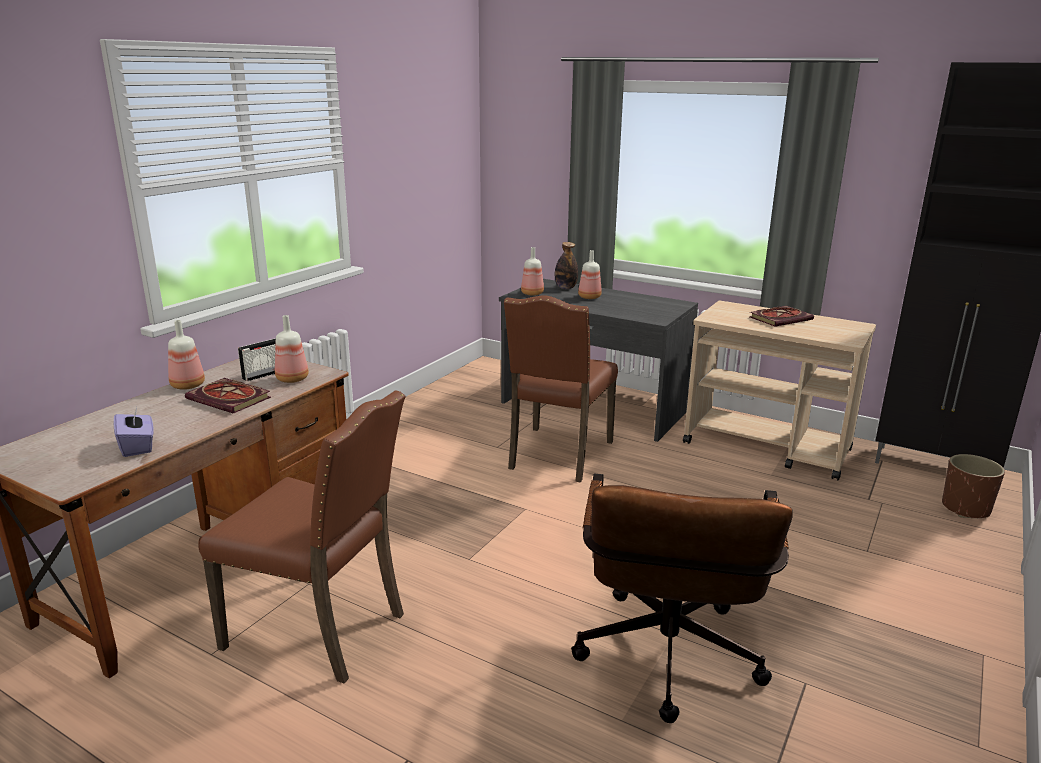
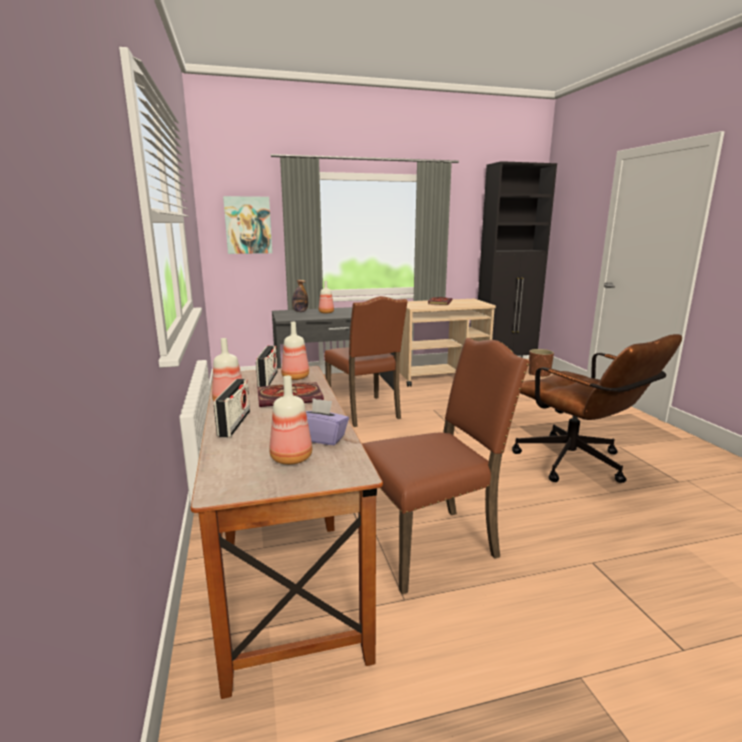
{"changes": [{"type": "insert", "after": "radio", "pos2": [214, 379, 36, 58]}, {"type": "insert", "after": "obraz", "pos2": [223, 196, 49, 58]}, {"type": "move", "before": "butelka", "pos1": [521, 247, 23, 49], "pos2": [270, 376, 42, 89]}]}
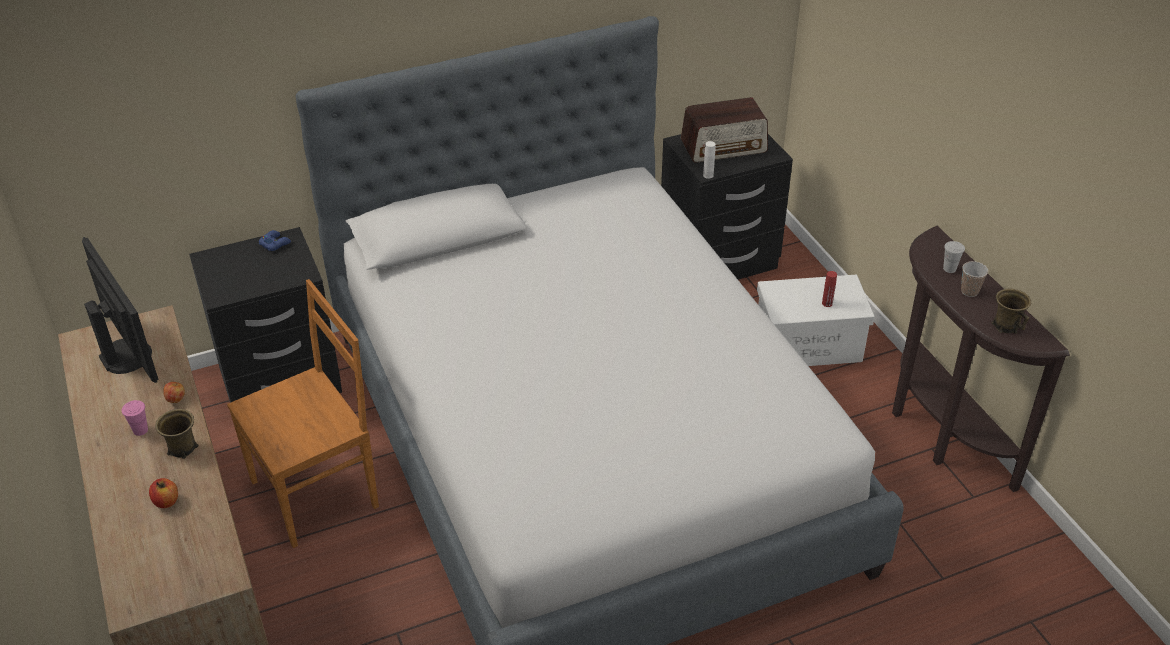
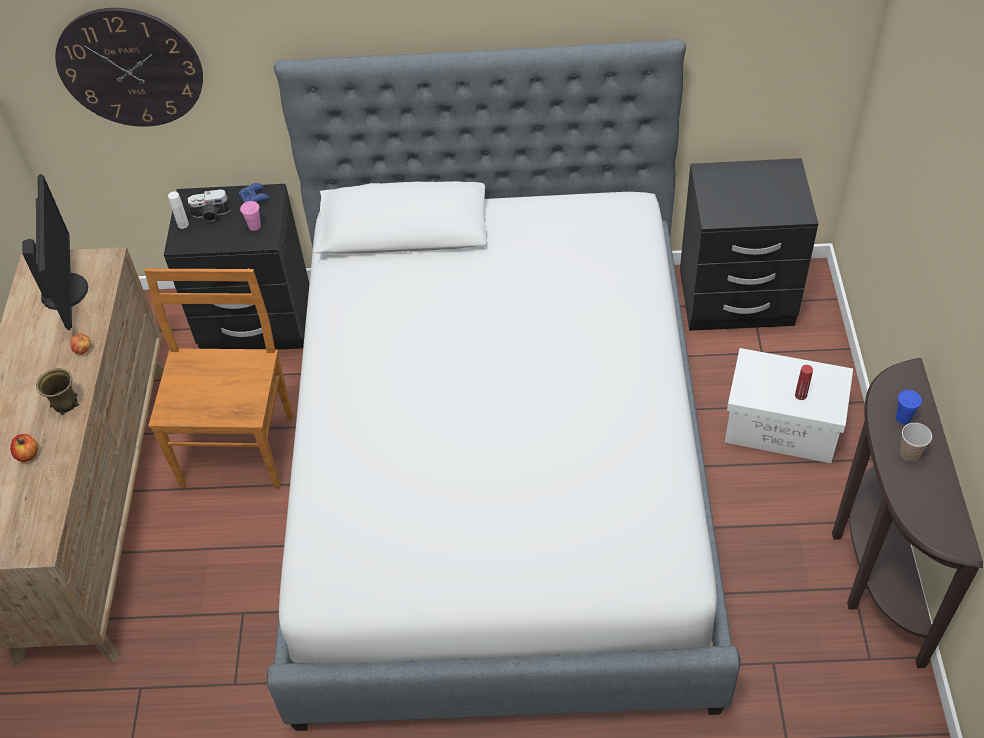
{"changes": [{"type": "delete", "before": "radio", "pos1": [681, 97, 87, 66]}, {"type": "delete", "before": "kubek (brązowy)", "pos1": [992, 289, 39, 45]}, {"type": "insert", "after": "zegar ścienny", "pos2": [55, 8, 148, 119]}, {"type": "insert", "after": "aparat fotograficzny", "pos2": [188, 189, 42, 33]}, {"type": "move", "before": "filiżanka (różowy)", "pos1": [122, 400, 26, 36], "pos2": [240, 201, 21, 30]}, {"type": "move", "before": "butelka (biały)", "pos1": [703, 141, 13, 38], "pos2": [168, 191, 21, 38]}, {"type": "recolor", "before": "filiżanka (biały)", "after": "filiżanka (niebieski)", "pos1": [943, 241, 22, 32], "pos2": [896, 390, 26, 34]}, {"type": "rotate", "before": "krzesło (brązowy)", "pos1": [227, 279, 152, 269], "pos2": [144, 269, 149, 220], "turn": -75}]}
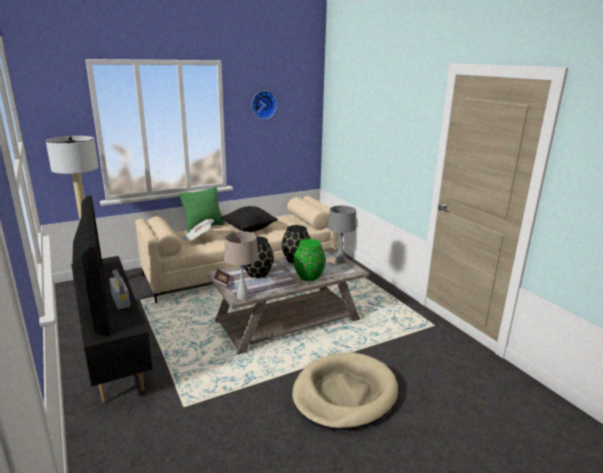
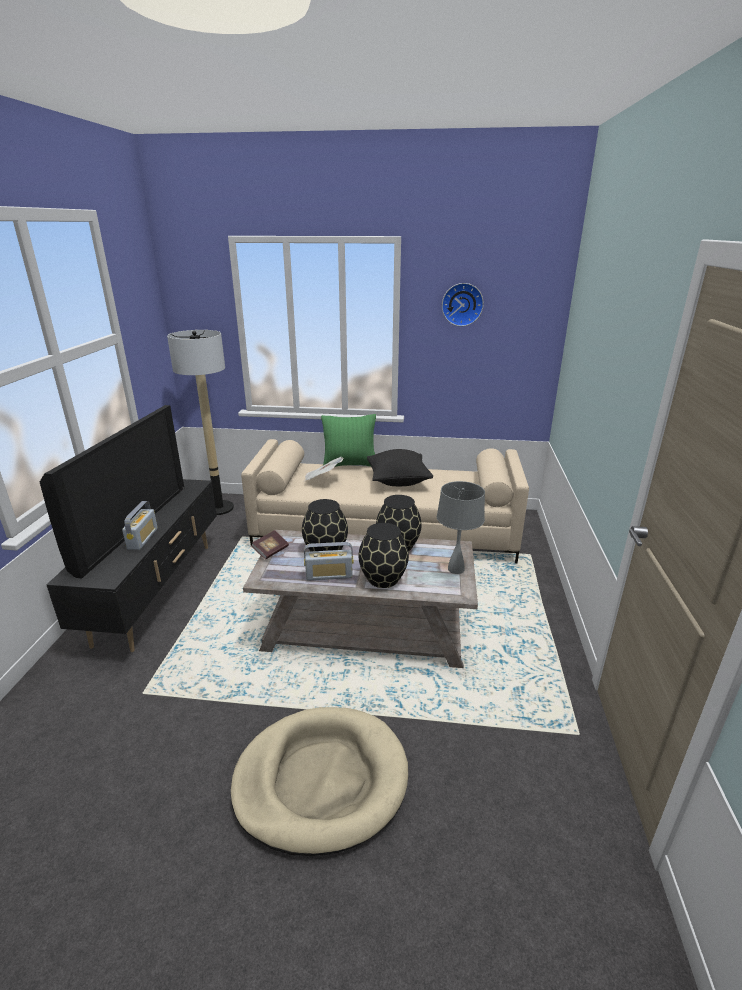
{"changes": [{"type": "delete", "before": "lampa stołowa (beżowy)", "pos1": [224, 231, 35, 69]}, {"type": "insert", "after": "radio", "pos2": [304, 542, 50, 39]}, {"type": "recolor", "before": "wazon (zielony)", "after": "wazon (czarny)", "pos1": [293, 239, 33, 42], "pos2": [358, 523, 51, 65]}]}
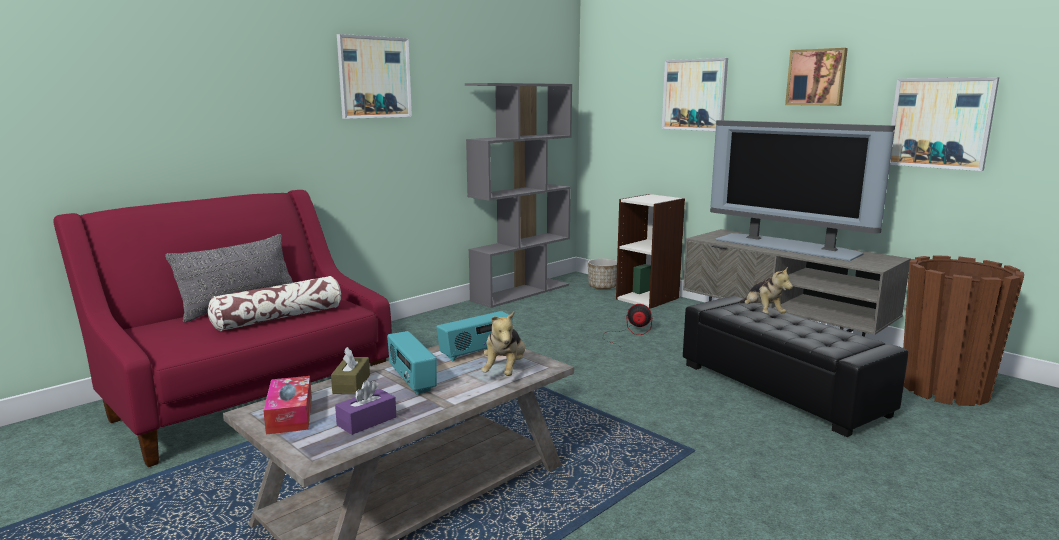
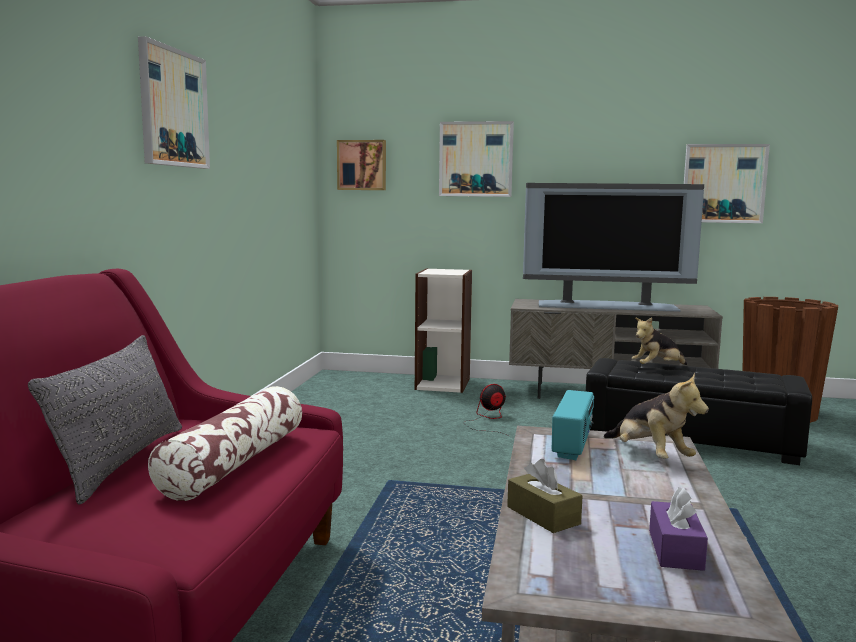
{"changes": [{"type": "delete", "before": "pudełko chusteczek", "pos1": [263, 376, 49, 59]}, {"type": "delete", "before": "radio", "pos1": [387, 331, 50, 64]}, {"type": "delete", "before": "regał (szary)", "pos1": [465, 83, 107, 225]}, {"type": "delete", "before": "donica", "pos1": [588, 258, 29, 32]}, {"type": "move", "before": "obraz", "pos1": [785, 48, 63, 58], "pos2": [337, 140, 49, 50]}, {"type": "rotate", "before": "pluszak", "pos1": [740, 266, 53, 48], "pos2": [632, 317, 55, 48], "turn": 120}]}
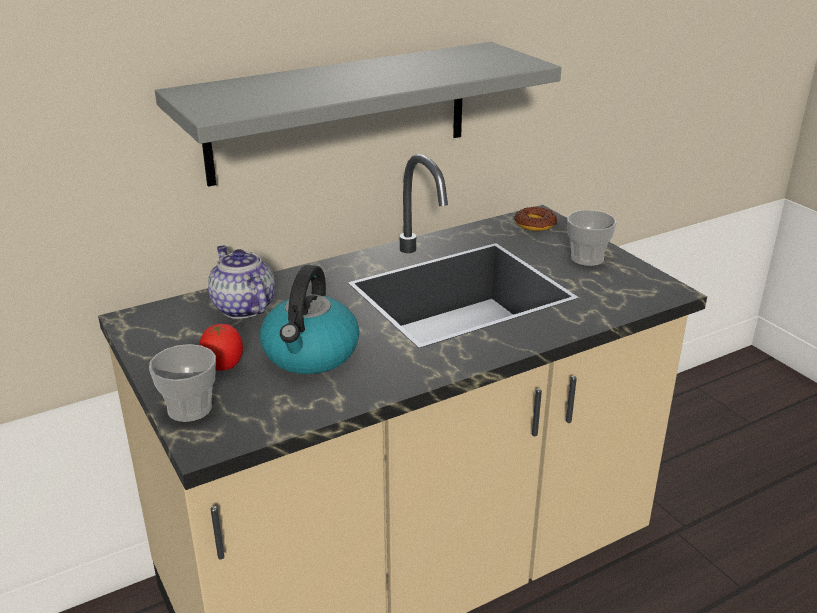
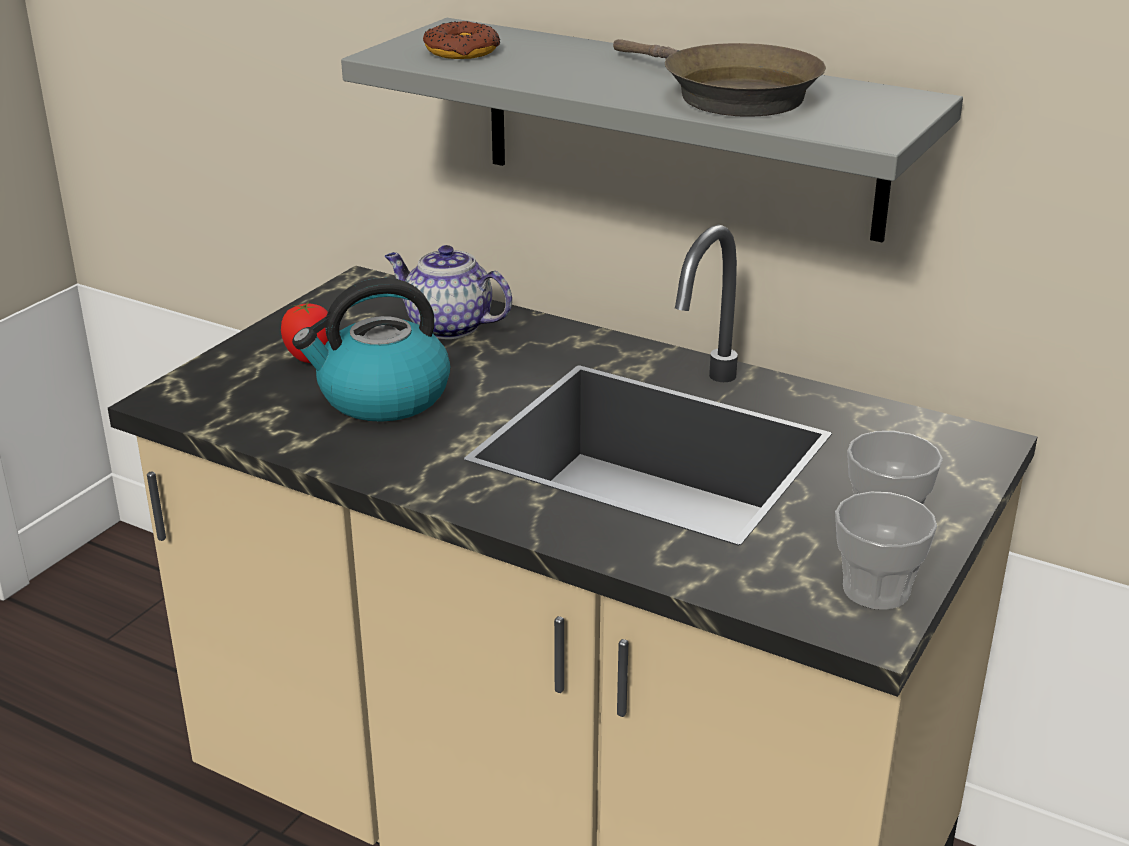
{"changes": [{"type": "insert", "after": "patelnia (brązowy)", "pos2": [613, 39, 213, 78]}, {"type": "move", "before": "filiżanka", "pos1": [149, 344, 67, 78], "pos2": [835, 492, 102, 117]}, {"type": "move", "before": "donut", "pos1": [514, 207, 43, 24], "pos2": [423, 21, 77, 38]}, {"type": "rotate", "before": "imbryk", "pos1": [208, 245, 68, 74], "pos2": [385, 245, 127, 94], "turn": -90}]}
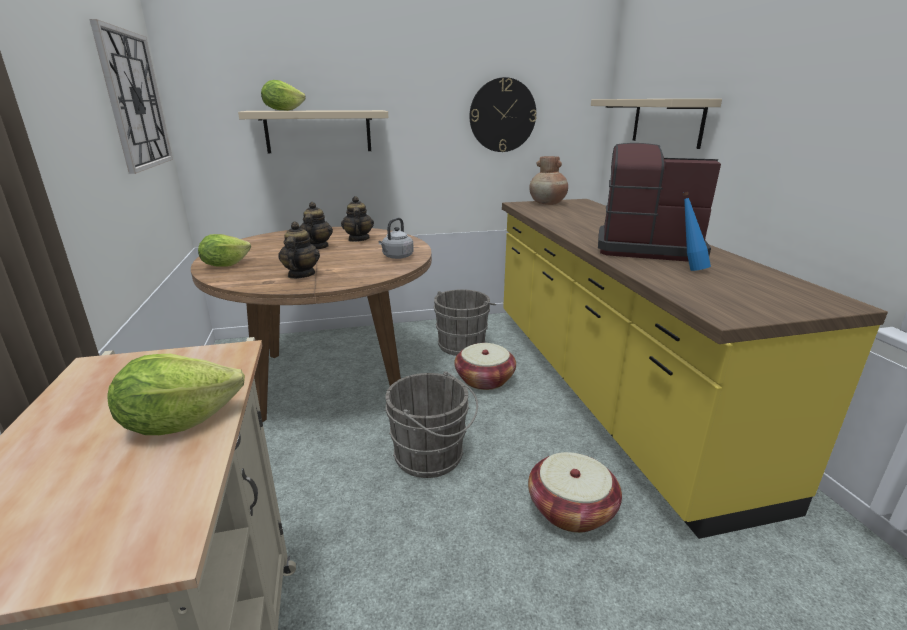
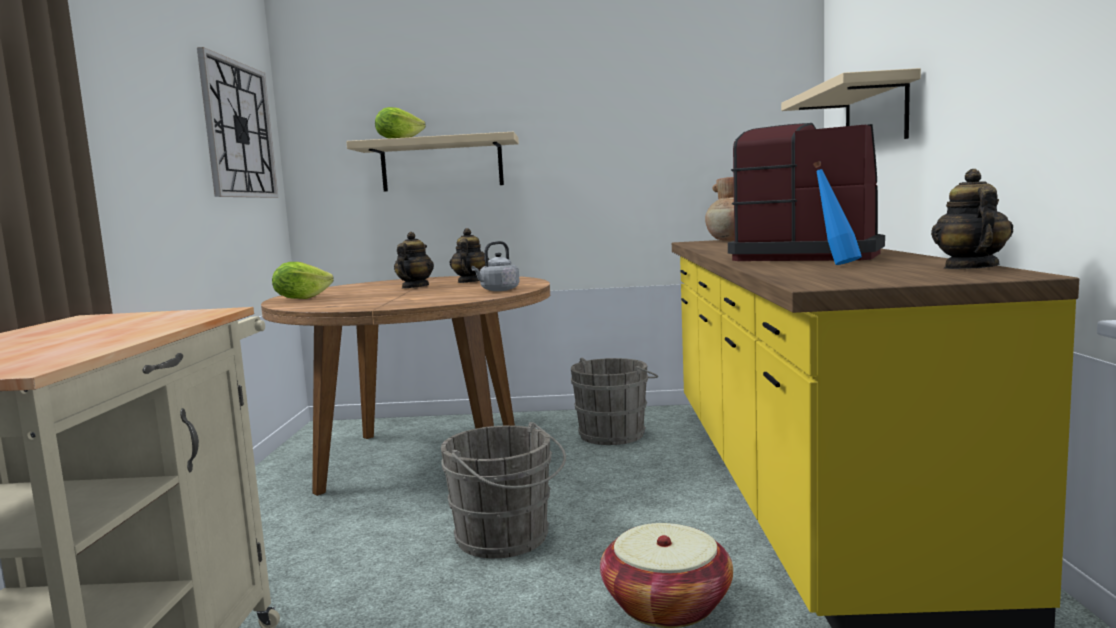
{"changes": [{"type": "delete", "before": "sałata", "pos1": [108, 354, 137, 81]}, {"type": "delete", "before": "koszyk", "pos1": [454, 343, 62, 47]}, {"type": "delete", "before": "zegar ścienny", "pos1": [470, 77, 67, 75]}, {"type": "move", "before": "imbryk", "pos1": [278, 222, 42, 57], "pos2": [931, 169, 82, 100]}]}
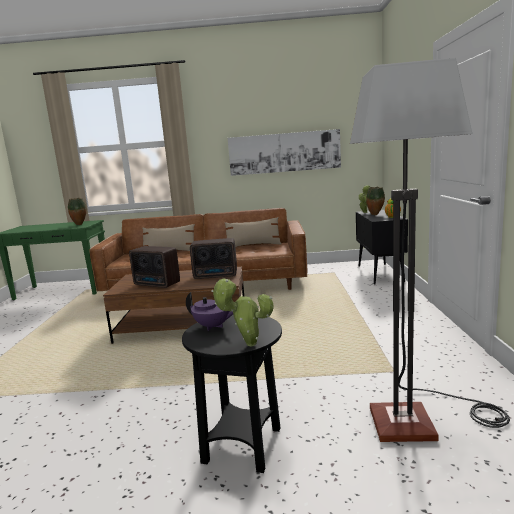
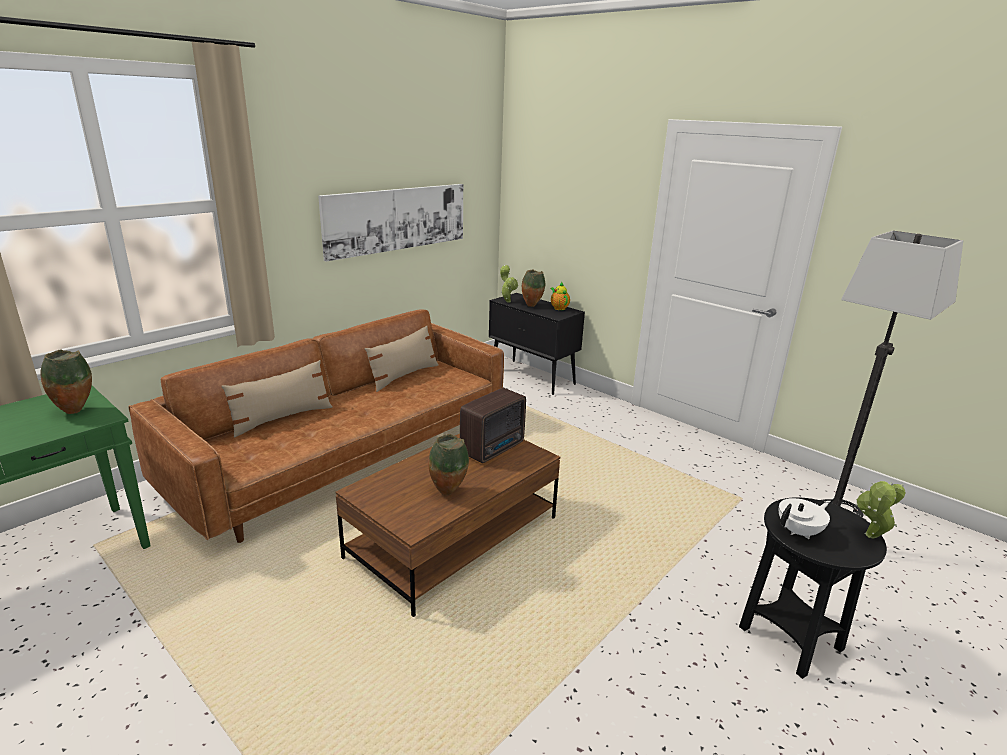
{"changes": [{"type": "replace", "before": "radio", "after": "wazon", "pos1": [129, 246, 51, 42], "pos2": [429, 434, 40, 61]}, {"type": "recolor", "before": "imbryk (fioletowy)", "after": "imbryk (biały)", "pos1": [186, 292, 47, 39], "pos2": [779, 498, 51, 41]}]}
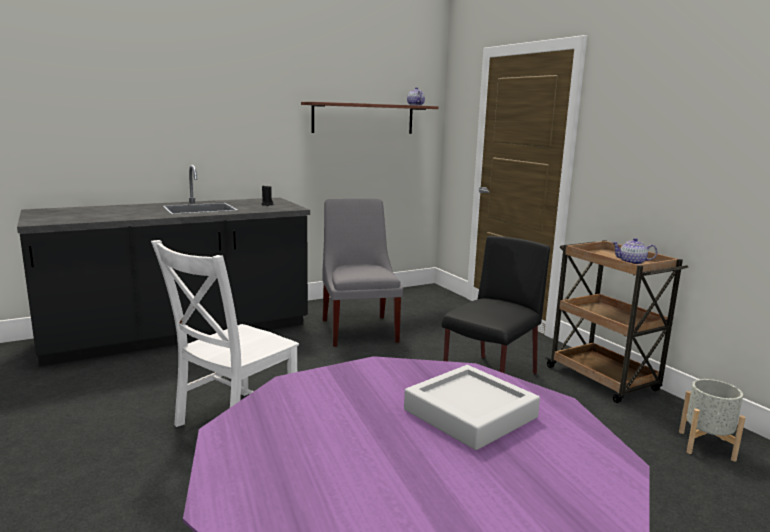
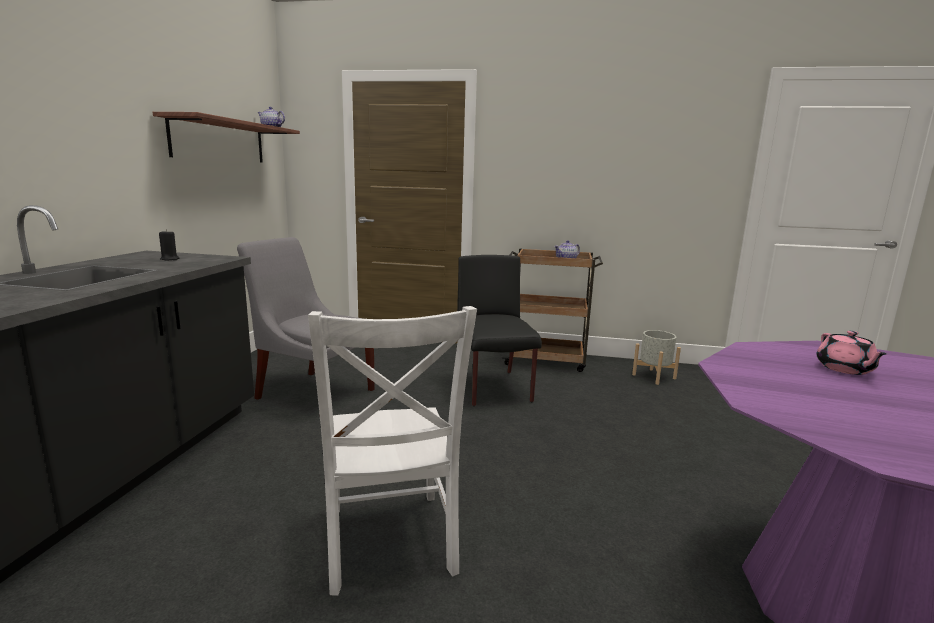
{"changes": [{"type": "replace", "before": "taca (szary)", "after": "imbryk (różowy)", "pos1": [404, 365, 136, 85], "pos2": [816, 331, 71, 44]}]}
